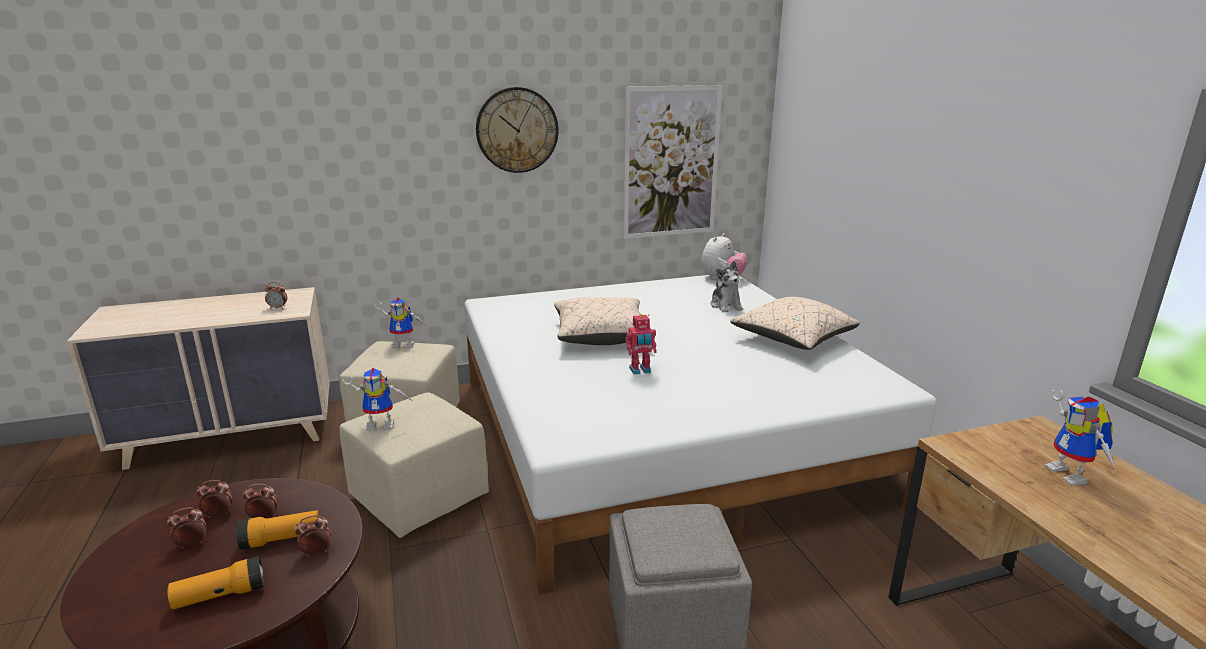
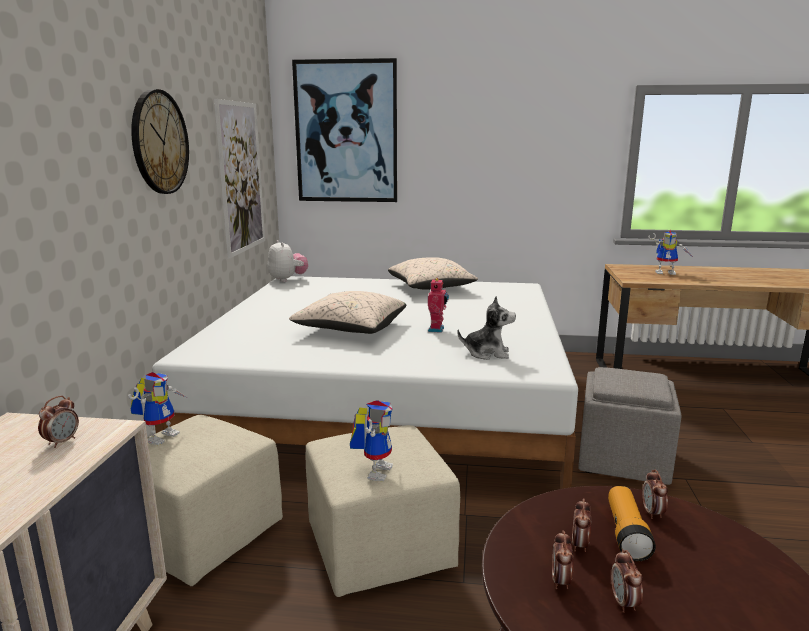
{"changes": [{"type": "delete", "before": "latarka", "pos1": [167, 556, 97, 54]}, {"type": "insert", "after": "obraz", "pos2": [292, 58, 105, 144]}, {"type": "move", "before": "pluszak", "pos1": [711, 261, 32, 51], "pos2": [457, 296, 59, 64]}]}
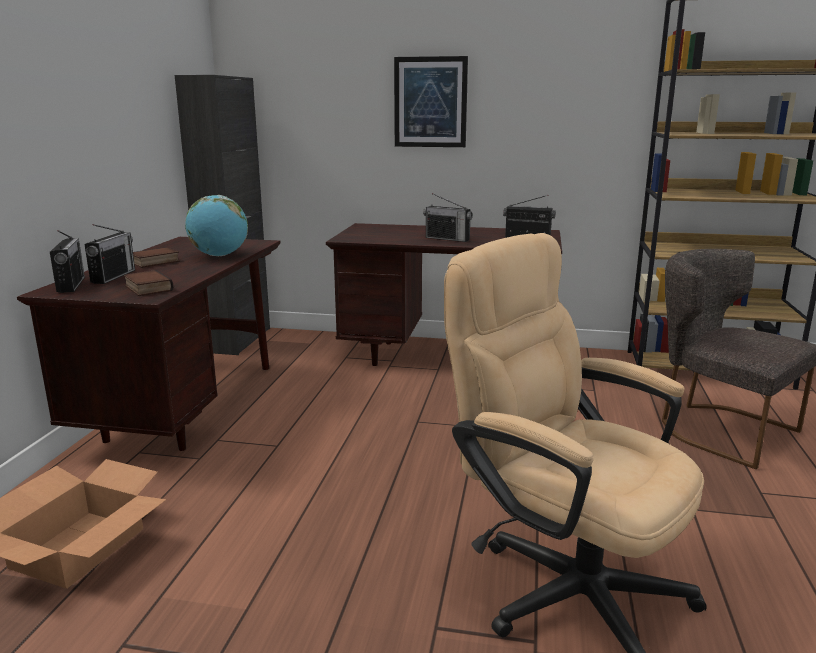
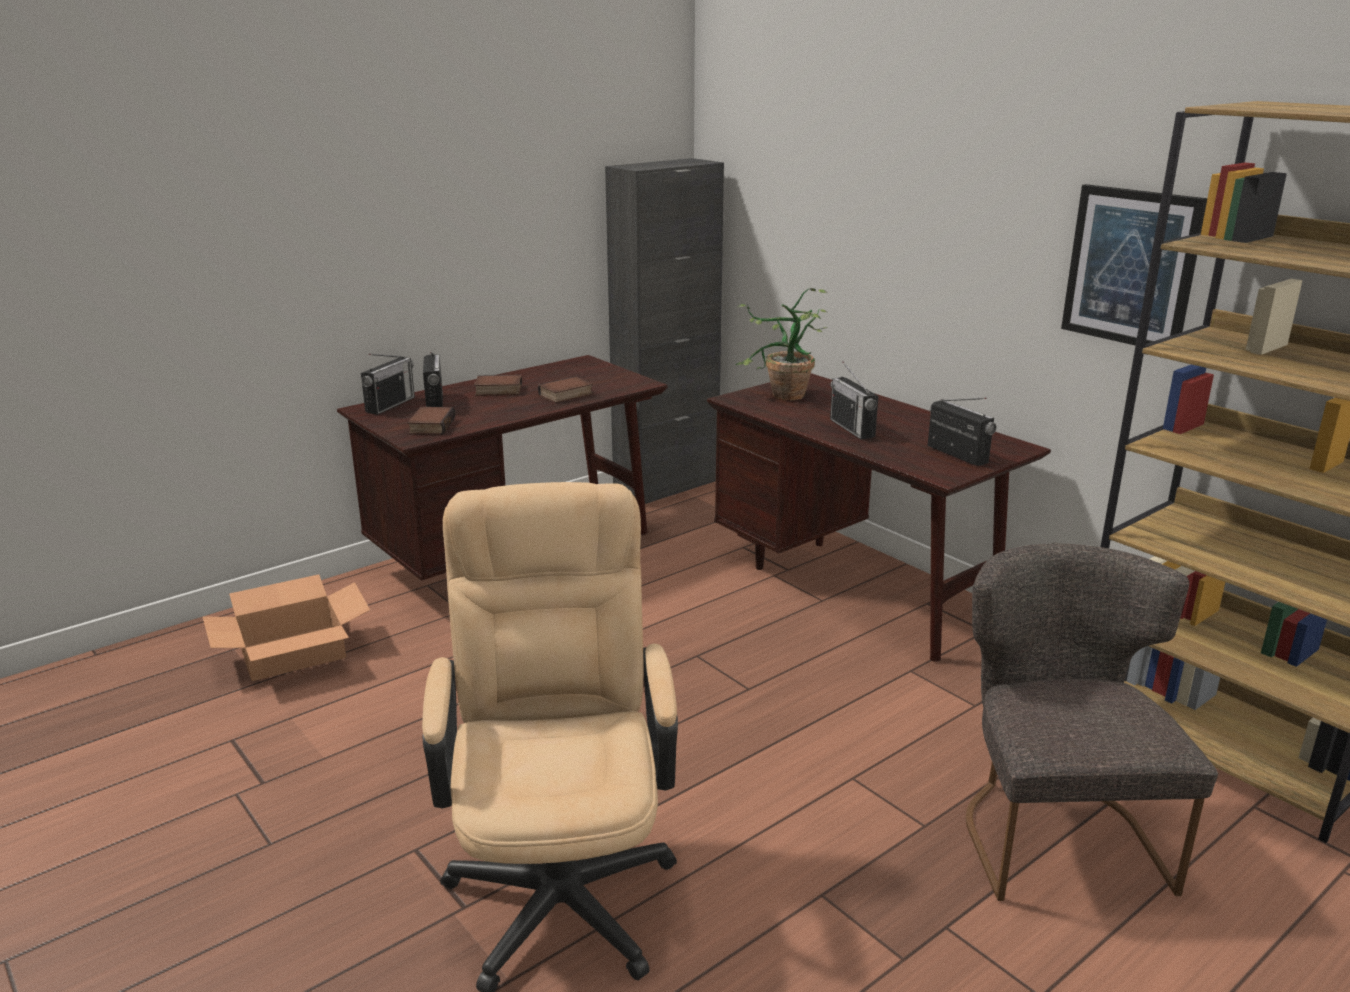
{"changes": [{"type": "insert", "after": "roślina doniczkowa", "pos2": [736, 288, 91, 113]}, {"type": "move", "before": "obraz", "pos1": [394, 56, 74, 91], "pos2": [1061, 184, 146, 162]}, {"type": "replace", "before": "globus", "after": "książka", "pos1": [185, 195, 63, 61], "pos2": [538, 376, 55, 27]}, {"type": "rotate", "before": "radio", "pos1": [84, 224, 51, 60], "pos2": [423, 352, 20, 55], "turn": -60}]}
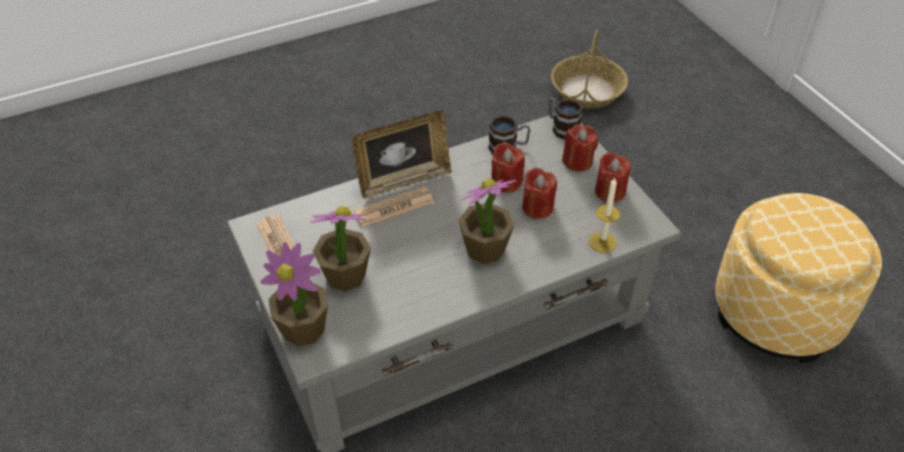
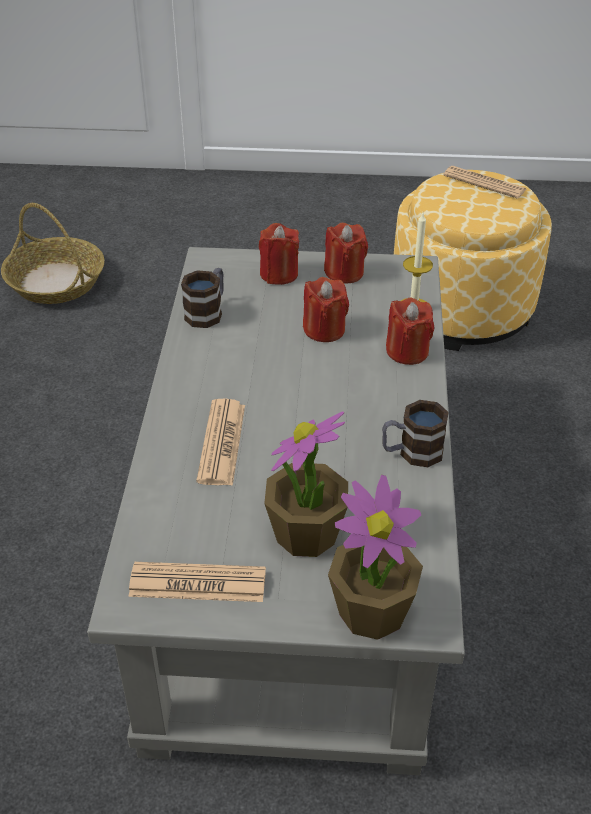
{"changes": [{"type": "delete", "before": "ramka na zdjęcie", "pos1": [352, 110, 100, 89]}, {"type": "delete", "before": "roślina doniczkowa", "pos1": [458, 178, 59, 86]}, {"type": "insert", "after": "gazeta", "pos2": [444, 166, 83, 33]}, {"type": "move", "before": "świeca (czerwony)", "pos1": [491, 142, 34, 51], "pos2": [386, 297, 48, 68]}, {"type": "move", "before": "kubek", "pos1": [548, 98, 35, 42], "pos2": [382, 400, 67, 67]}]}
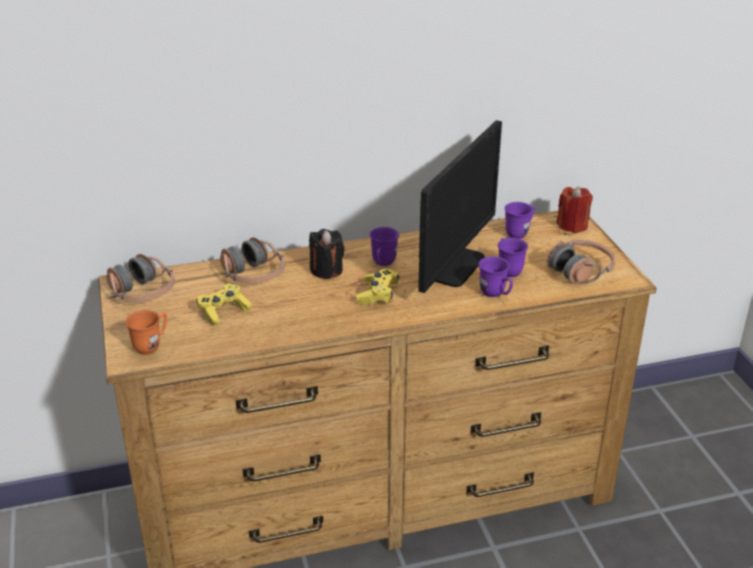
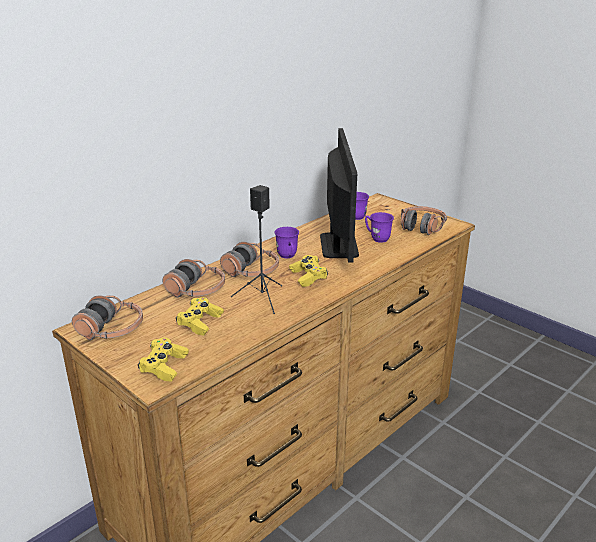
{"changes": [{"type": "delete", "before": "kubek (fioletowy)", "pos1": [479, 256, 34, 41]}, {"type": "delete", "before": "świeca (czerwony)", "pos1": [556, 186, 37, 47]}, {"type": "insert", "after": "głośnik (czarny)", "pos2": [231, 185, 51, 129]}, {"type": "replace", "before": "kubek (pomarańczowy)", "after": "pad do gier (żółty)", "pos1": [125, 310, 42, 45], "pos2": [138, 338, 51, 44]}, {"type": "replace", "before": "świeca (czarny)", "after": "słuchawki", "pos1": [309, 229, 36, 50], "pos2": [220, 242, 59, 35]}]}
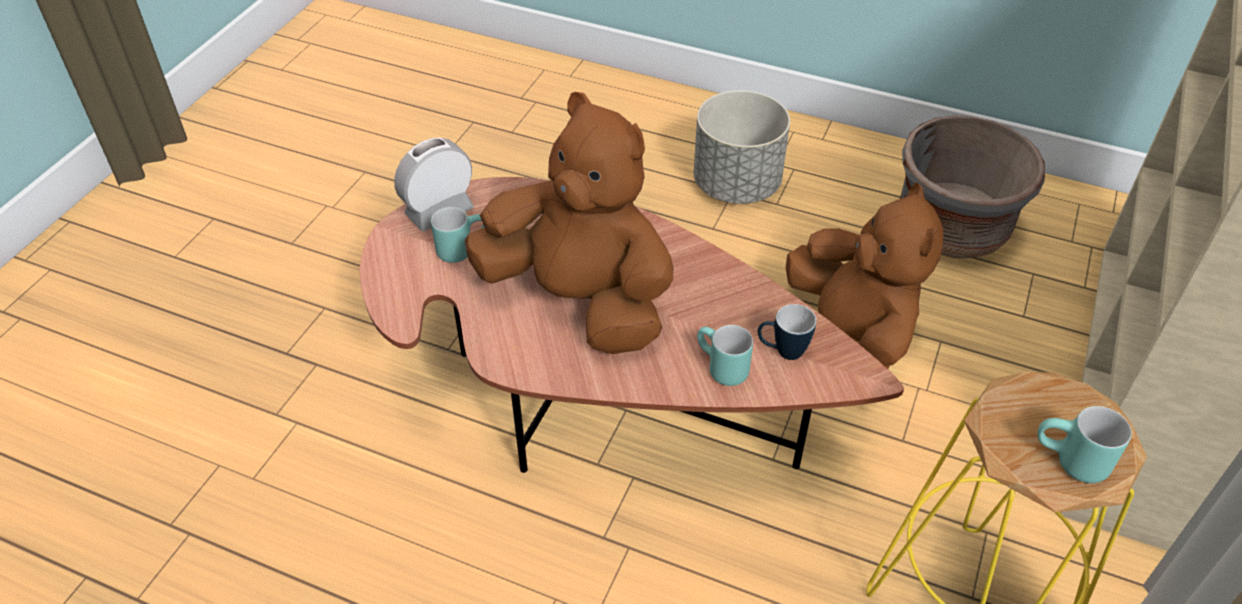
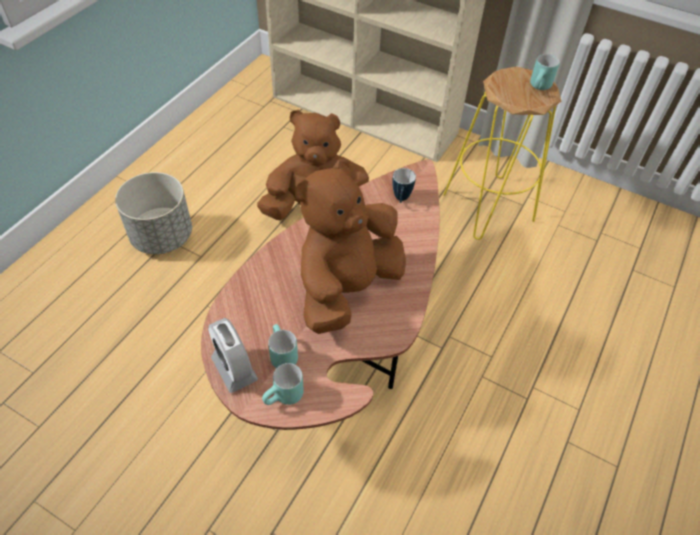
{"changes": [{"type": "delete", "before": "donica (szary)", "pos1": [900, 116, 145, 142]}, {"type": "move", "before": "kubek (turkusowy)", "pos1": [697, 325, 56, 61], "pos2": [262, 363, 42, 42]}]}
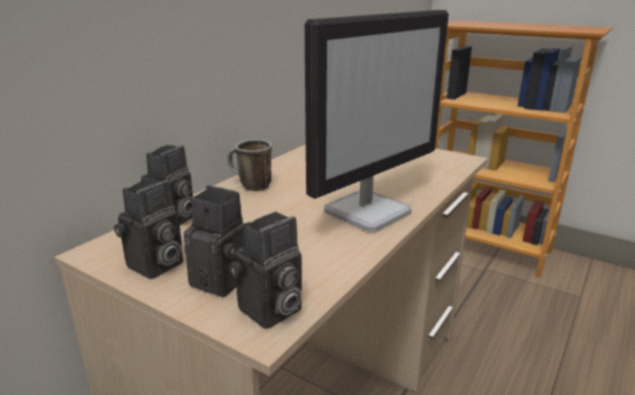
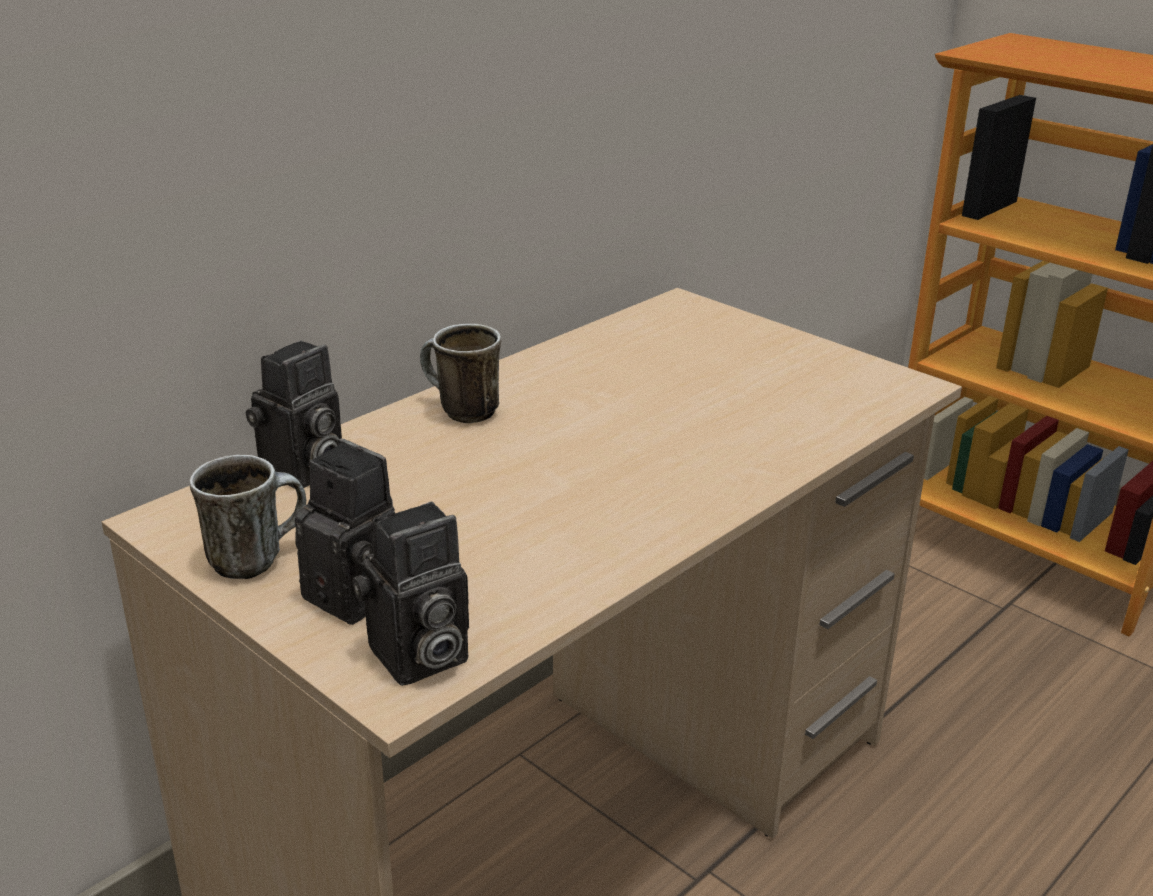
{"changes": [{"type": "delete", "before": "monitor", "pos1": [304, 10, 145, 221]}, {"type": "replace", "before": "aparat fotograficzny", "after": "kubek", "pos1": [114, 178, 69, 101], "pos2": [189, 455, 117, 124]}]}
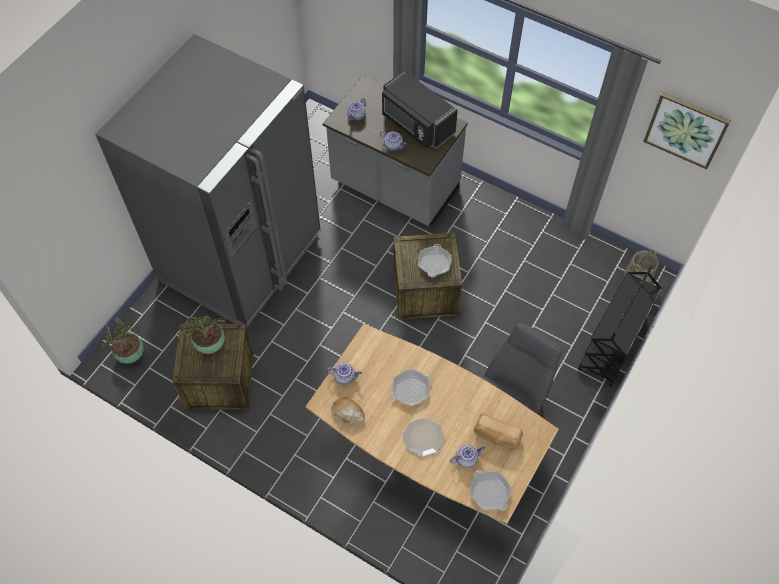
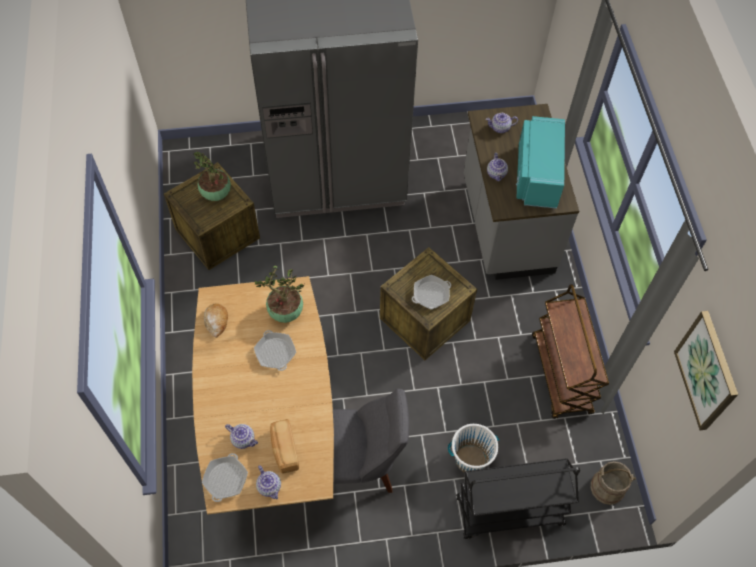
{"changes": [{"type": "delete", "before": "talerz", "pos1": [403, 417, 42, 40]}, {"type": "insert", "after": "wiadro (biały)", "pos2": [448, 424, 51, 48]}, {"type": "insert", "after": "wózek (brązowy)", "pos2": [532, 284, 77, 135]}, {"type": "move", "before": "roślina doniczkowa", "pos1": [100, 317, 43, 47], "pos2": [255, 266, 50, 57]}, {"type": "move", "before": "imbryk", "pos1": [327, 363, 35, 21], "pos2": [256, 465, 25, 34]}, {"type": "recolor", "before": "mikrofalówka (czarny)", "after": "mikrofalówka (turkusowy)", "pos1": [382, 70, 76, 79], "pos2": [516, 116, 49, 93]}, {"type": "rotate", "before": "patelnia", "pos1": [391, 369, 40, 37], "pos2": [254, 330, 42, 41], "turn": 45}]}
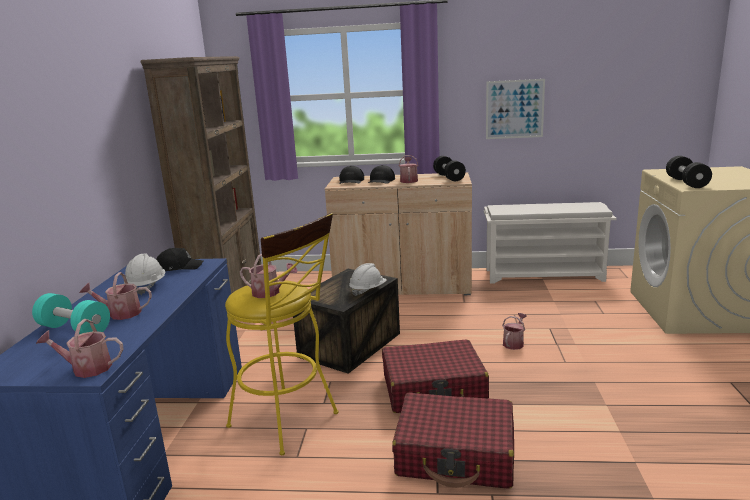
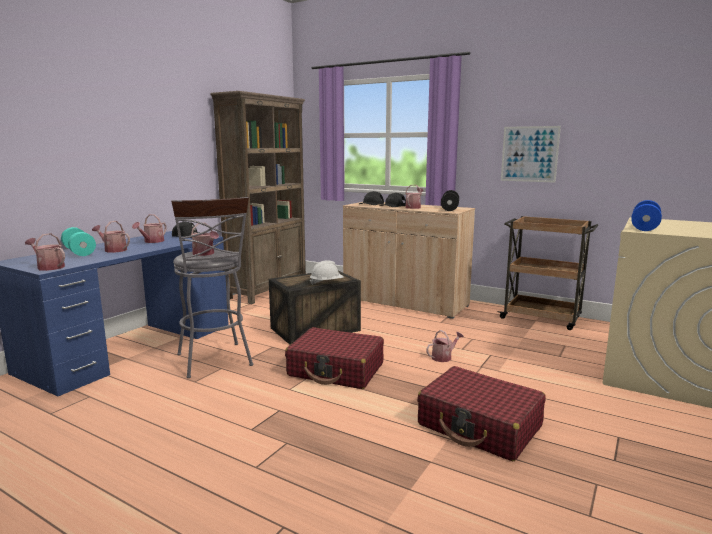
{"changes": [{"type": "move", "before": "walizka (czerwony)", "pos1": [392, 392, 122, 97], "pos2": [417, 366, 129, 95]}, {"type": "replace", "before": "kask (biały)", "after": "konewka", "pos1": [124, 254, 41, 41], "pos2": [132, 214, 35, 29]}, {"type": "replace", "before": "regał na buty (biały)", "after": "wózek (brązowy)", "pos1": [484, 202, 133, 82], "pos2": [498, 216, 100, 114]}, {"type": "recolor", "before": "stołek (żółty)", "after": "stołek (szary)", "pos1": [225, 213, 113, 242], "pos2": [171, 197, 82, 181]}, {"type": "recolor", "before": "hantel (czarny)", "after": "hantel (niebieski)", "pos1": [666, 156, 46, 32], "pos2": [631, 200, 31, 31]}]}
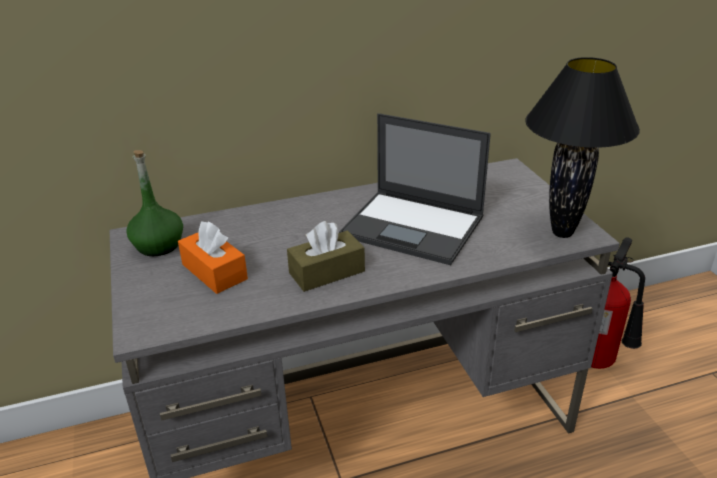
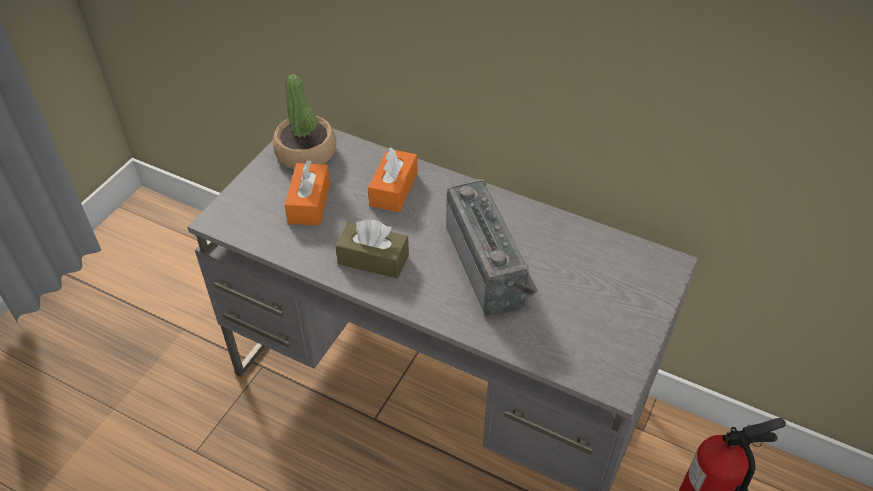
{"changes": [{"type": "delete", "before": "lampa stołowa (czarny)", "pos1": [525, 57, 115, 181]}, {"type": "insert", "after": "pudełko chusteczek (pomarańczowy)", "pos2": [368, 147, 50, 65]}, {"type": "replace", "before": "butelka (zielony)", "after": "roślina doniczkowa", "pos1": [126, 150, 57, 106], "pos2": [273, 74, 63, 95]}, {"type": "replace", "before": "laptop", "after": "radio", "pos1": [339, 113, 152, 152], "pos2": [446, 179, 92, 138]}]}
